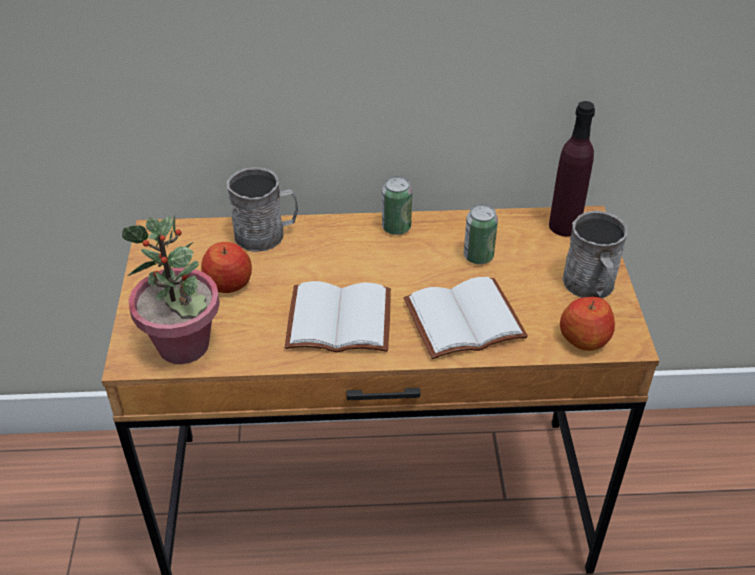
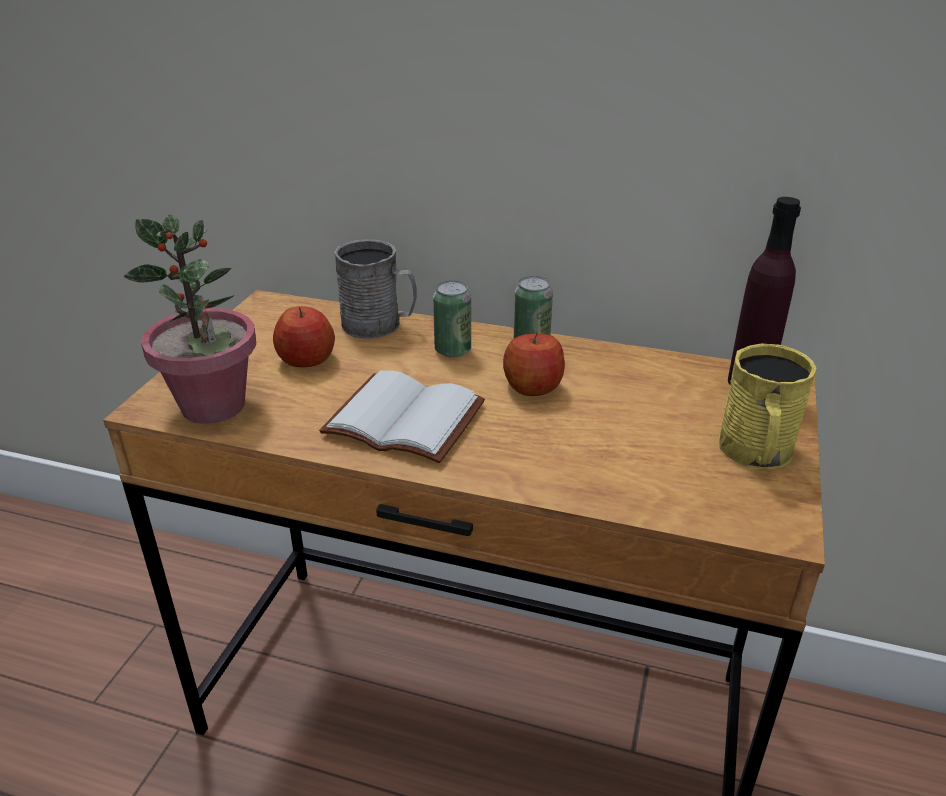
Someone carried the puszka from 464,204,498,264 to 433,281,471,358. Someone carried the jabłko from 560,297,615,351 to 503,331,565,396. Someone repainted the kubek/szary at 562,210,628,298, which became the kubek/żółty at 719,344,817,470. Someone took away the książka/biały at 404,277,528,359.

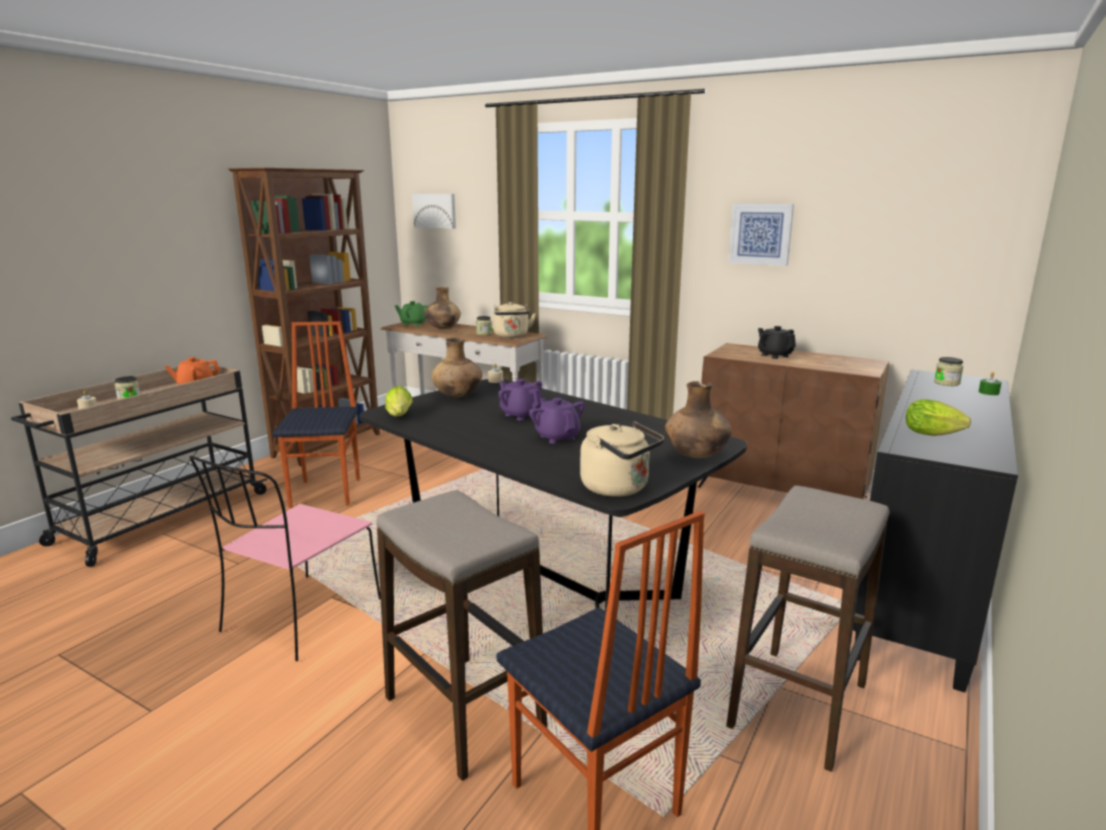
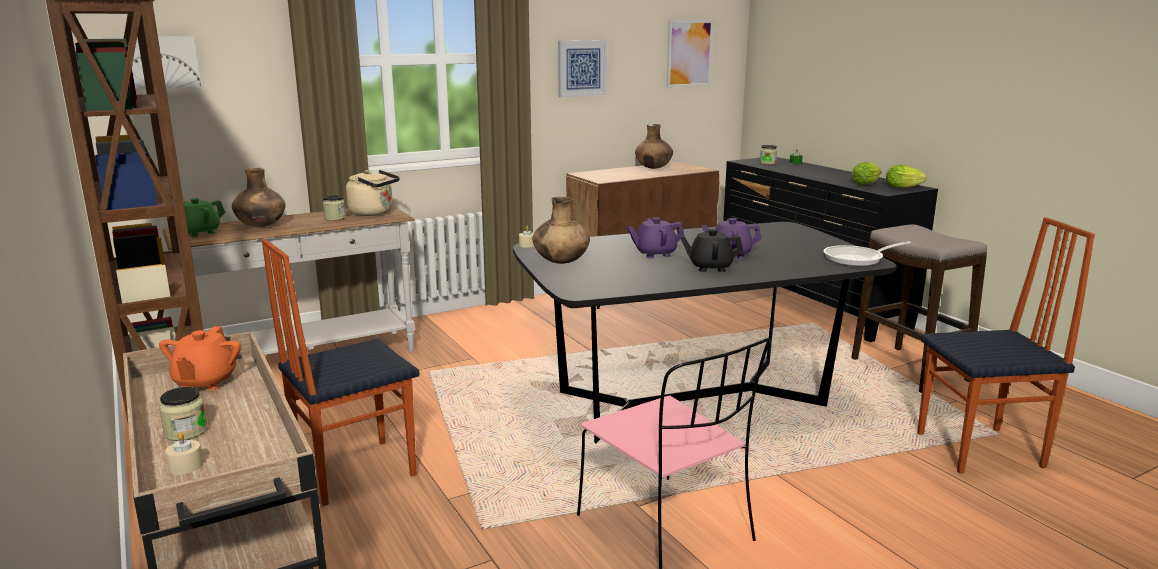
Someone rotated the krzesło at 272,321,360,508 by 60 degrees counterclockwise. Someone carried the wazon/brązowy from 665,381,732,458 to 635,124,673,169. Someone put up the obraz at 667,20,714,88. Someone carried the imbryk/czarny from 758,326,796,359 to 680,229,743,272. Someone swapped the czajnik/beżowy at 580,422,664,497 for the patelnia at 824,241,911,266. Someone carried the sałata from 385,386,413,416 to 886,165,927,188. Someone took away the stołek at 376,490,547,781.

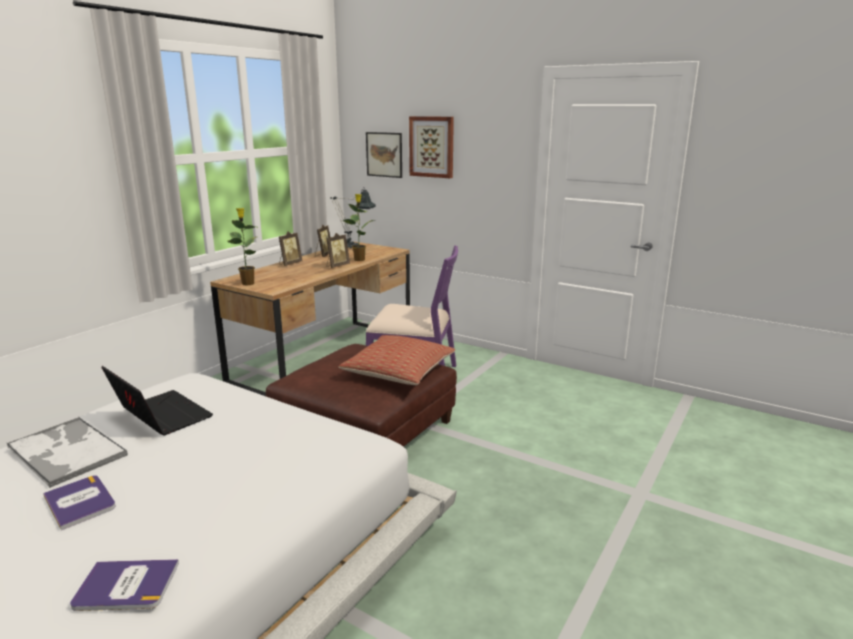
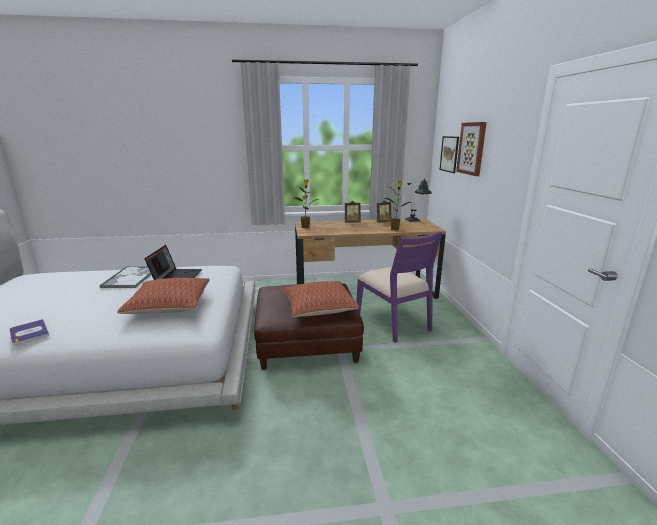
Someone put down the poduszka at 117,278,210,314. Someone took away the książka at 43,475,116,530. Someone took away the ramka na zdjęcie at 327,233,350,268.

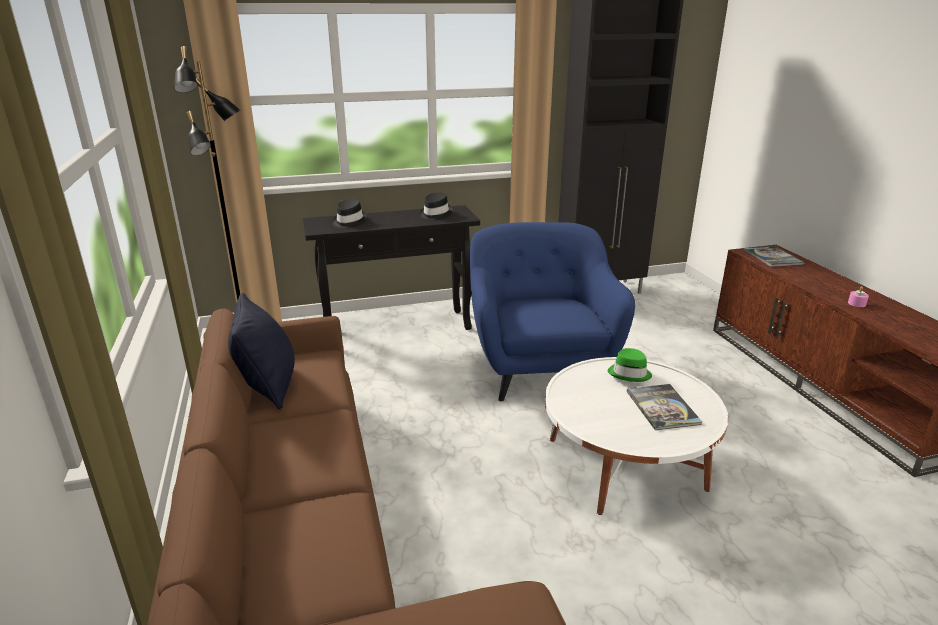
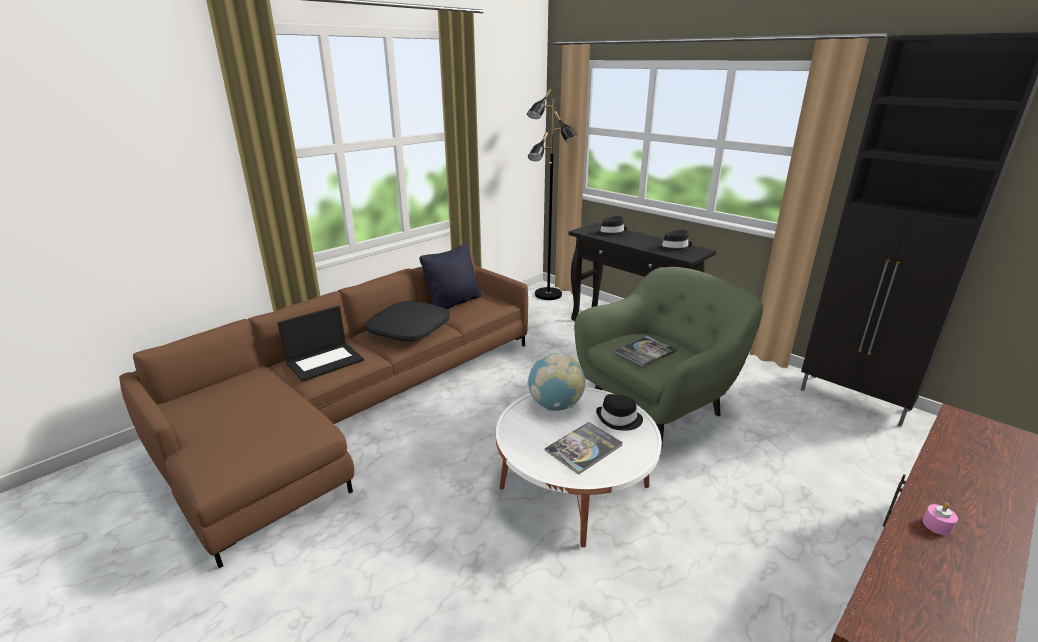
Someone put down the laptop at 278,306,364,382. Someone put down the poduszka/czarny at 365,301,450,342. Someone put down the globus at 527,353,585,411. Someone repainted the fotel/niebieski at 470,222,635,401, which became the fotel/zielony at 574,267,763,449. Someone repainted the kapelusz/zielony at 607,348,652,382, which became the kapelusz/czarny at 596,394,643,431. Someone carried the książka from 744,246,805,267 to 614,336,677,367.

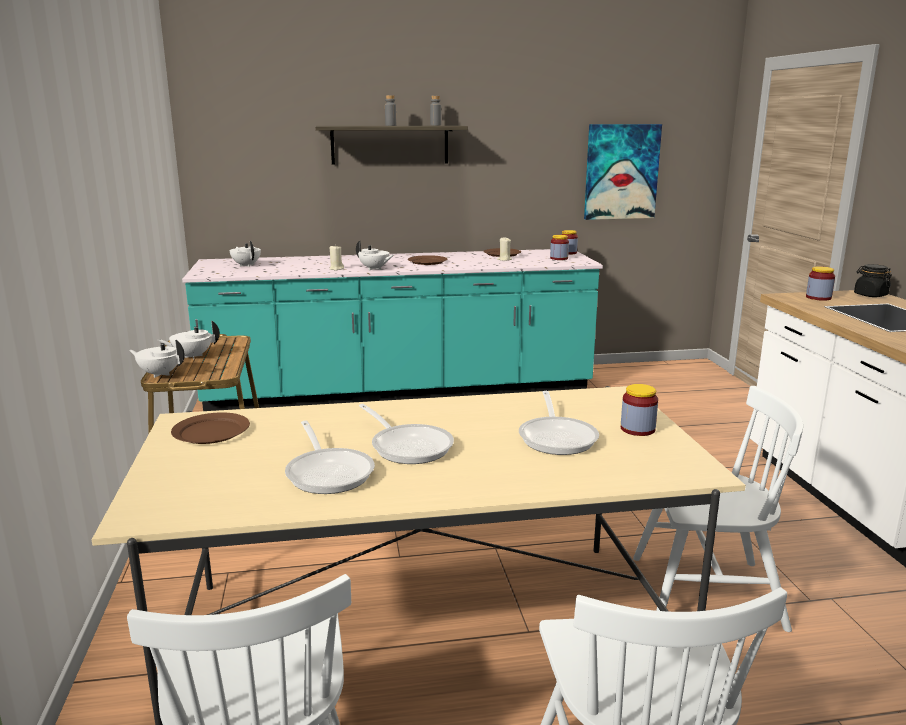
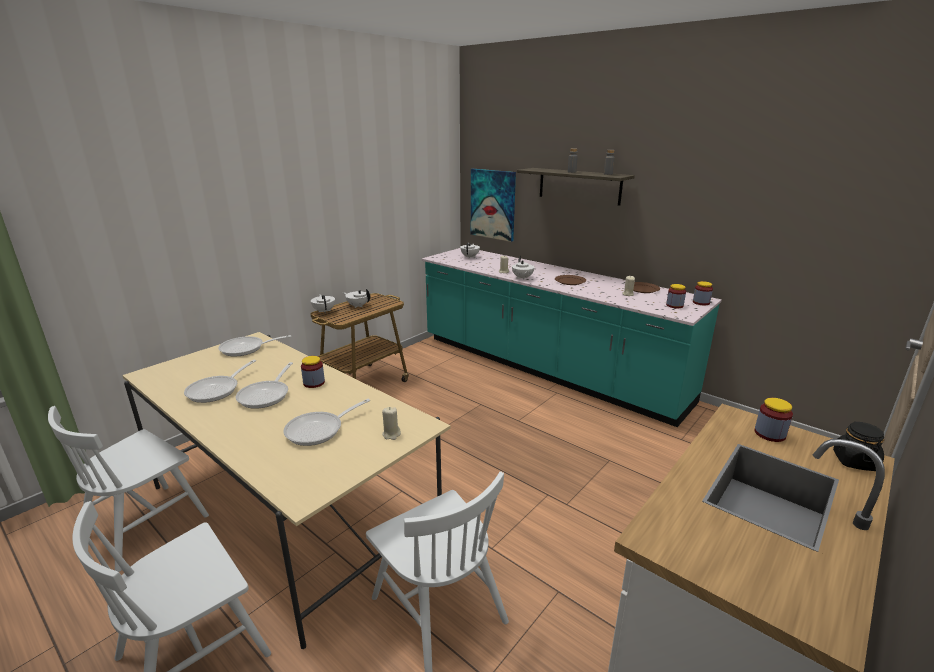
Someone swapped the talerz/brązowy at 171,412,250,444 for the patelnia at 218,335,291,356. Someone carried the słoik from 621,384,658,436 to 301,356,325,388. Someone put down the świeca/beżowy at 382,407,401,440. Someone carried the obraz from 584,124,662,220 to 471,169,516,242.

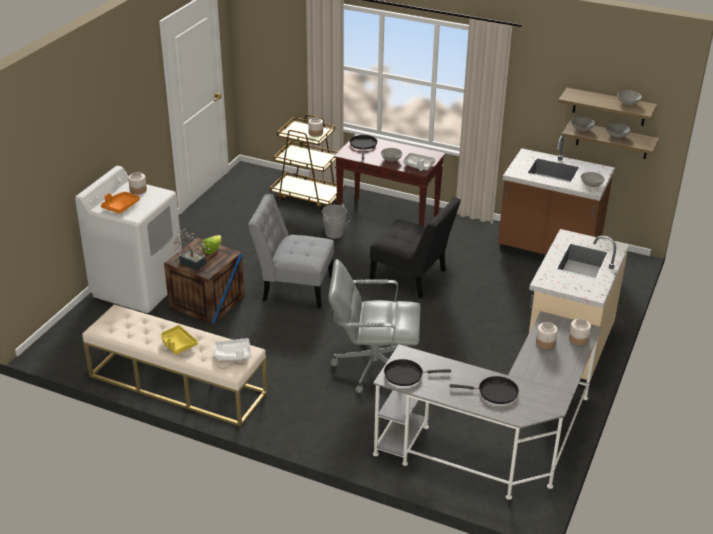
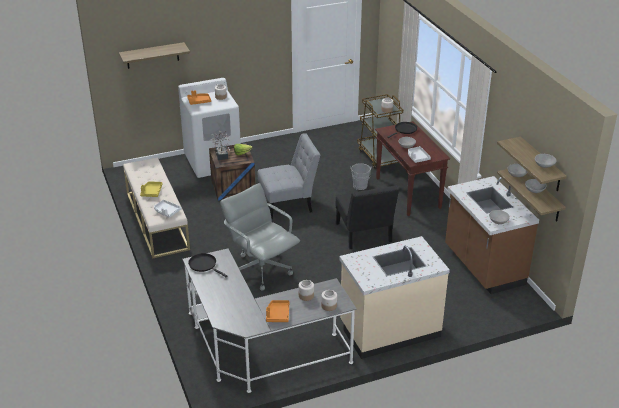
Someone put up the półka at 119,42,190,69. Someone rotated the krzesło/szary at 248,194,334,308 by 105 degrees clockwise. Someone put down the taca/pomarańczowy at 266,300,289,322. Someone took away the patelnia/czarny at 450,376,519,404.

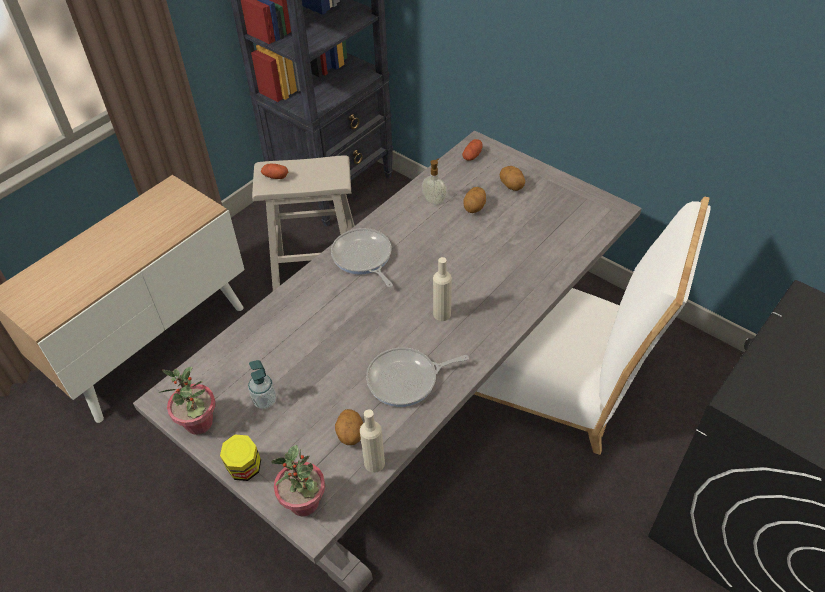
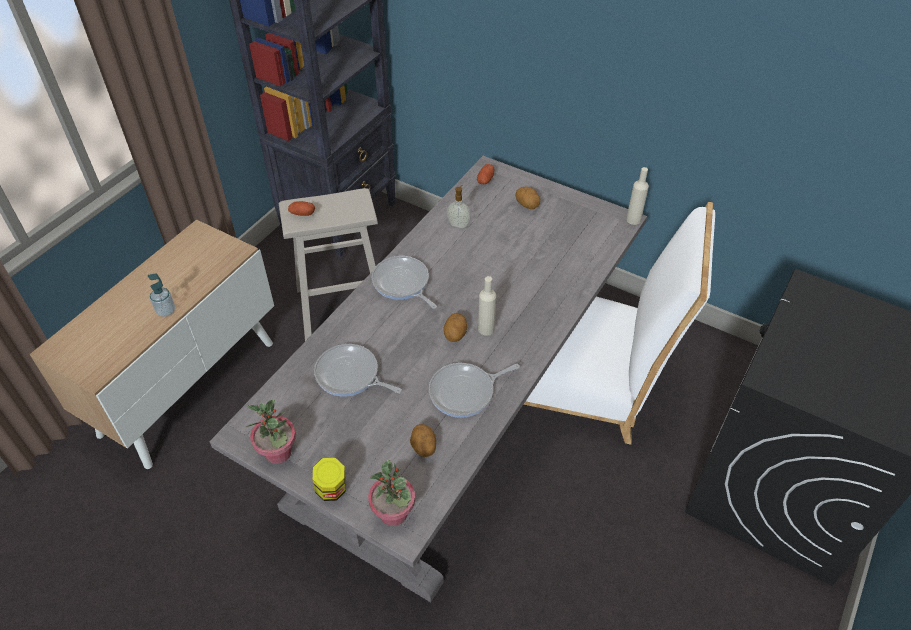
Someone carried the dozownik mydła from 248,360,276,409 to 148,274,175,317. Someone put down the patelnia at 314,344,402,396. Someone carried the ziemniak from 464,187,486,213 to 444,313,467,342. Someone carried the butelka/beżowy from 360,409,385,473 to 626,167,649,225.

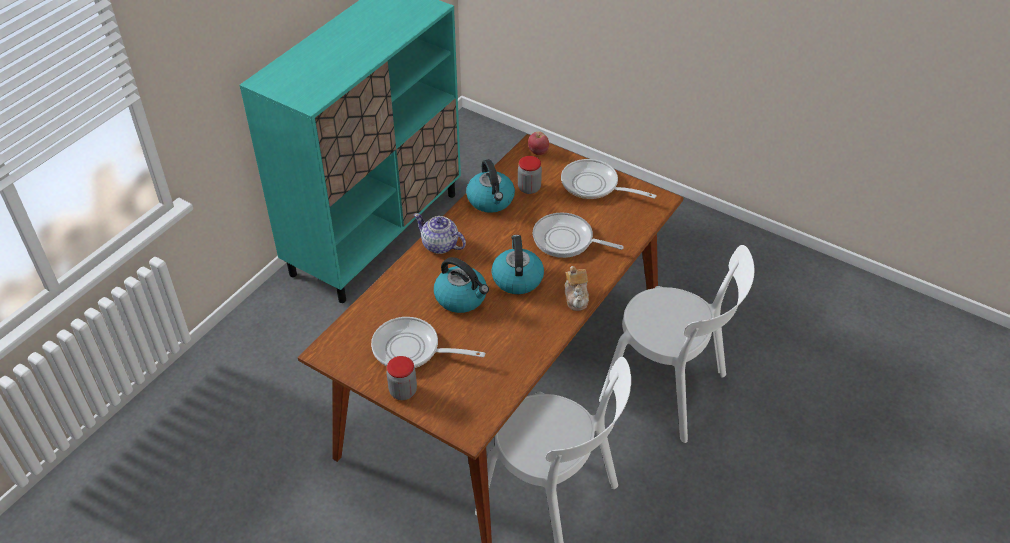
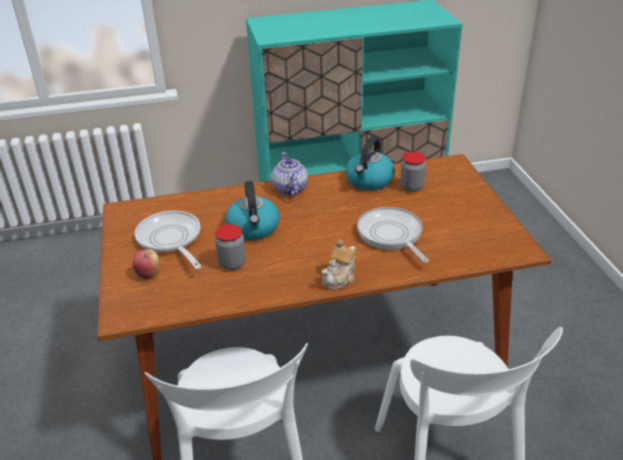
Someone carried the jabłko from 528,132,549,155 to 133,249,160,279. Someone carried the słoik from 386,356,417,400 to 215,224,246,270. Someone took away the czajnik at 491,235,544,294. Someone took away the patelnia at 561,159,657,199.

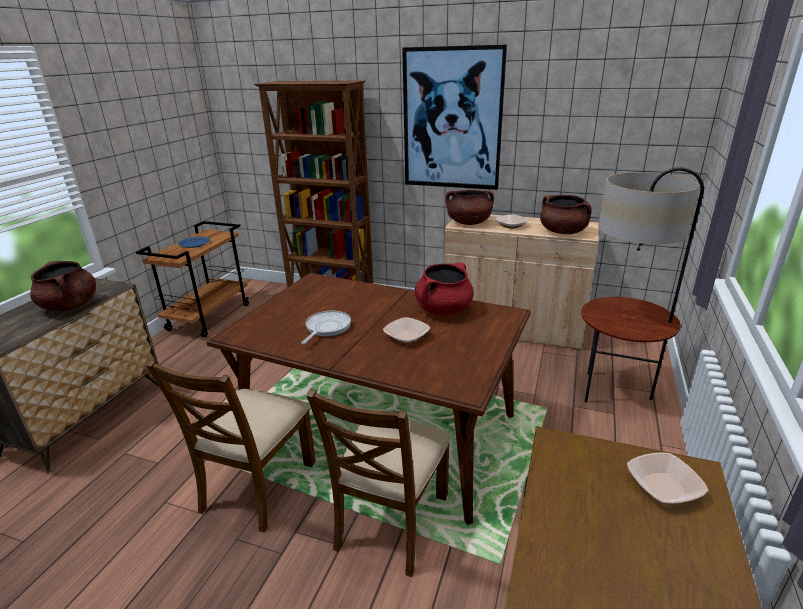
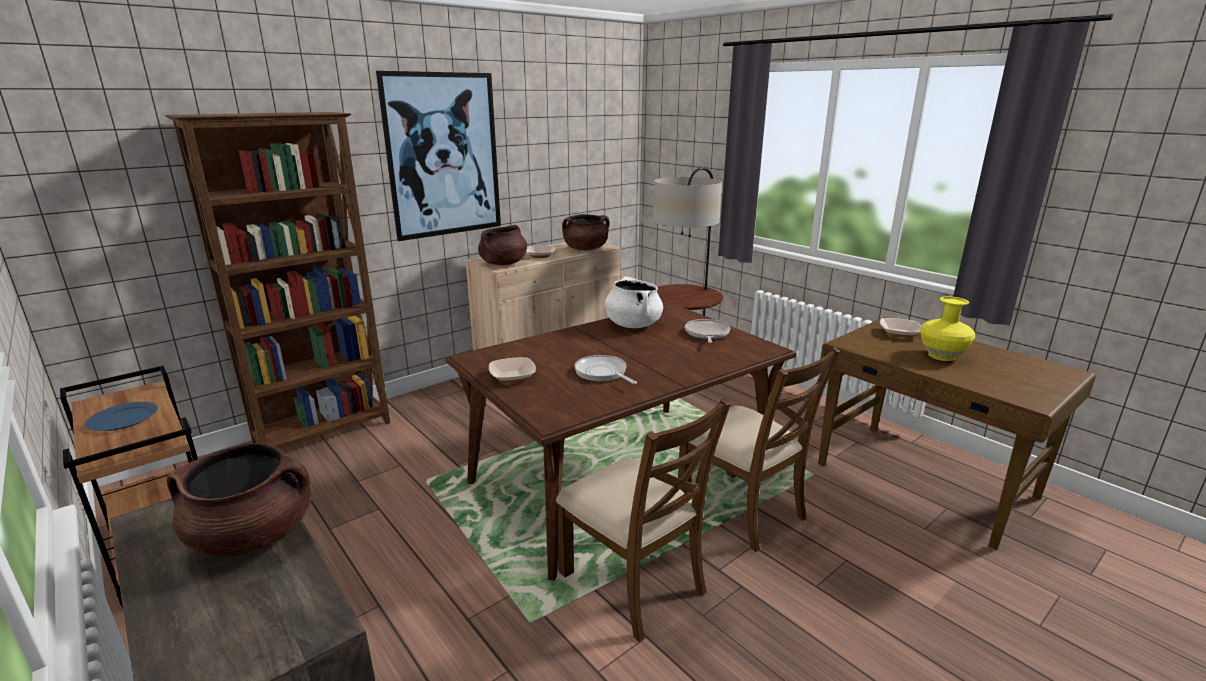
Someone carried the miska from 383,317,430,344 to 489,357,536,383. Someone repainted the garnek/czerwony at 415,262,474,315, which became the garnek/biały at 605,276,663,328. Someone put down the patelnia at 685,319,730,343. Someone put down the wazon/żółty at 920,296,975,361.

